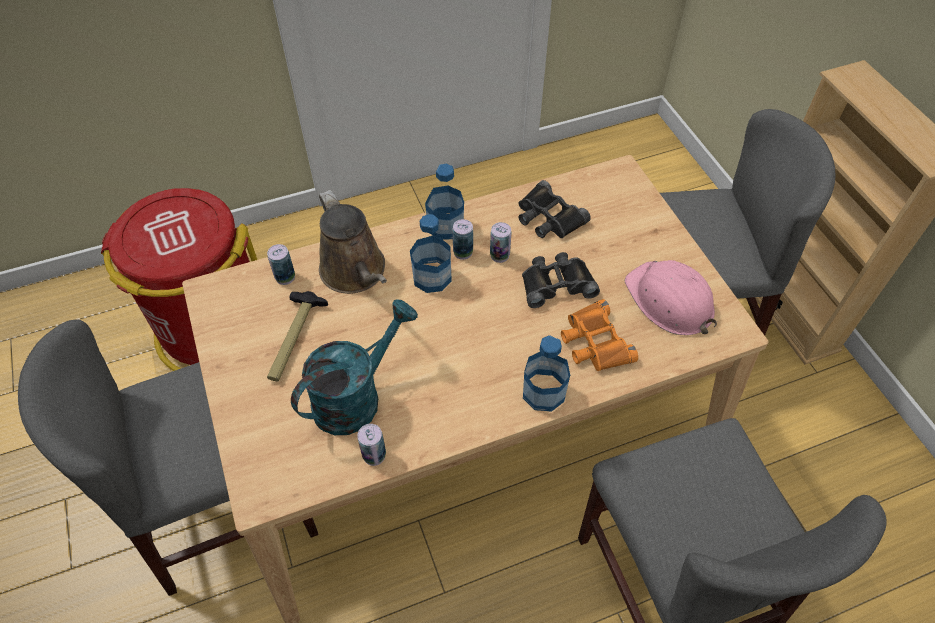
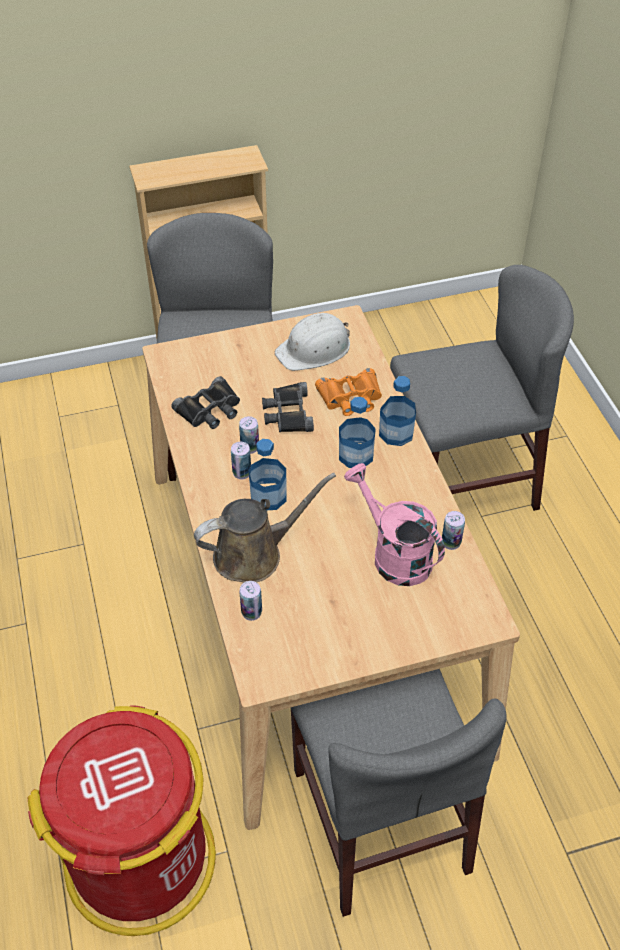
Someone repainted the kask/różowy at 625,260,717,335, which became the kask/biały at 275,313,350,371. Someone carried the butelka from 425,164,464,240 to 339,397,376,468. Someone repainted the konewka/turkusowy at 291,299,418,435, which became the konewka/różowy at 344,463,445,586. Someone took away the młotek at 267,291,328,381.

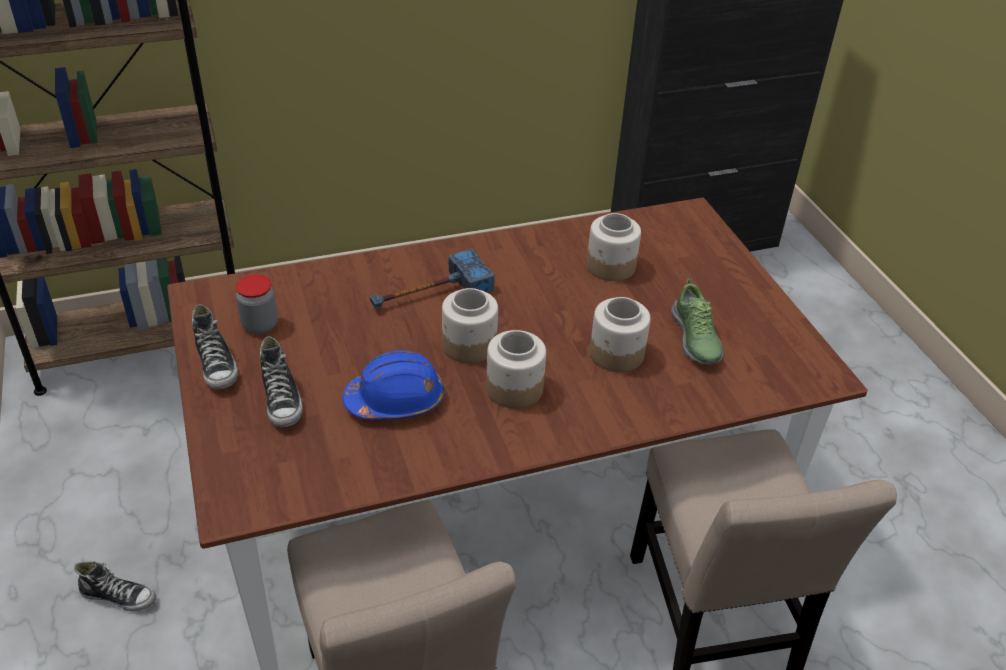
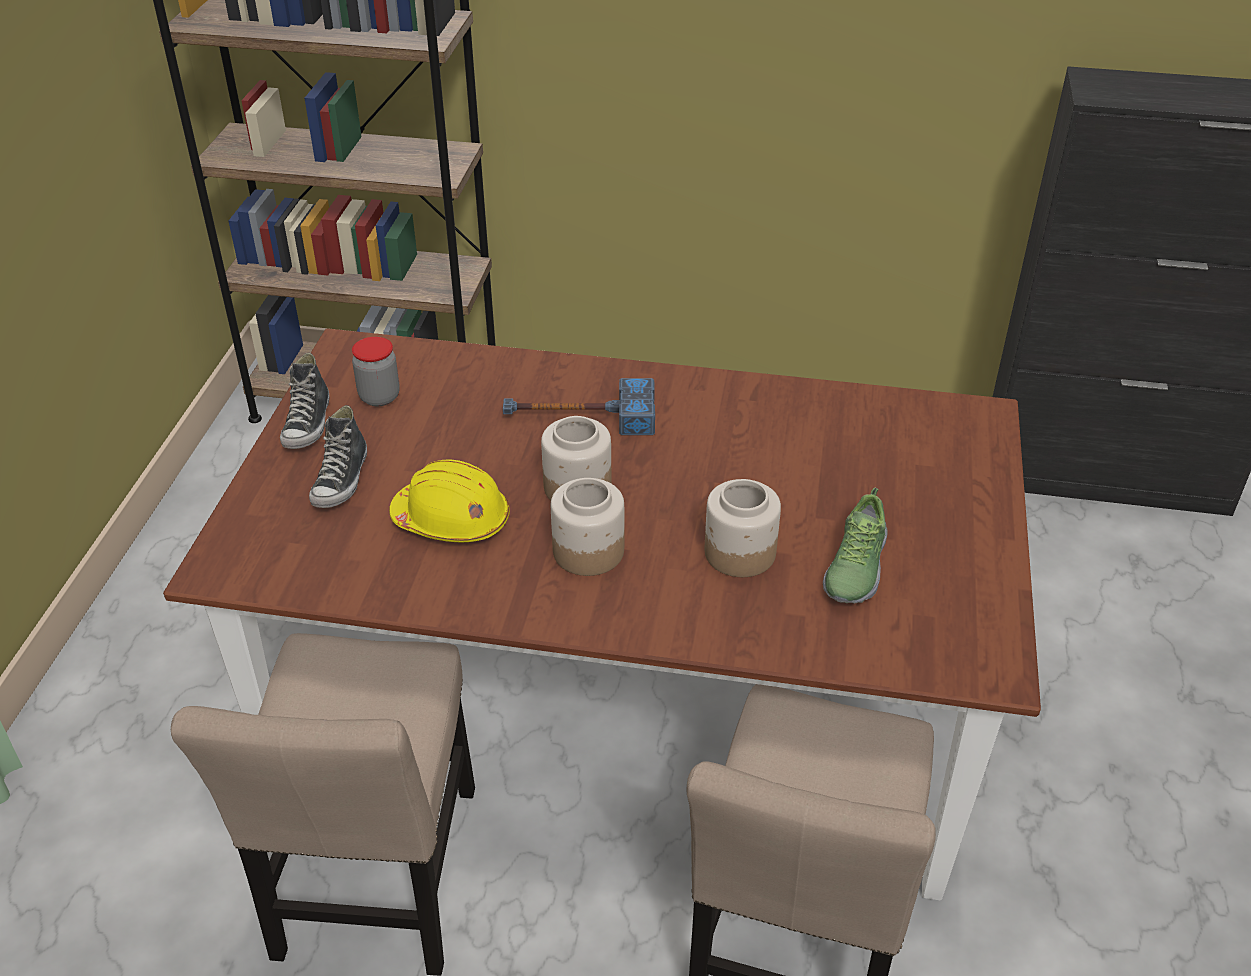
Someone repainted the kask/niebieski at 342,350,445,420, which became the kask/żółty at 389,459,510,542. Someone took away the but at 74,561,156,611. Someone took away the słoik at 587,213,641,281.

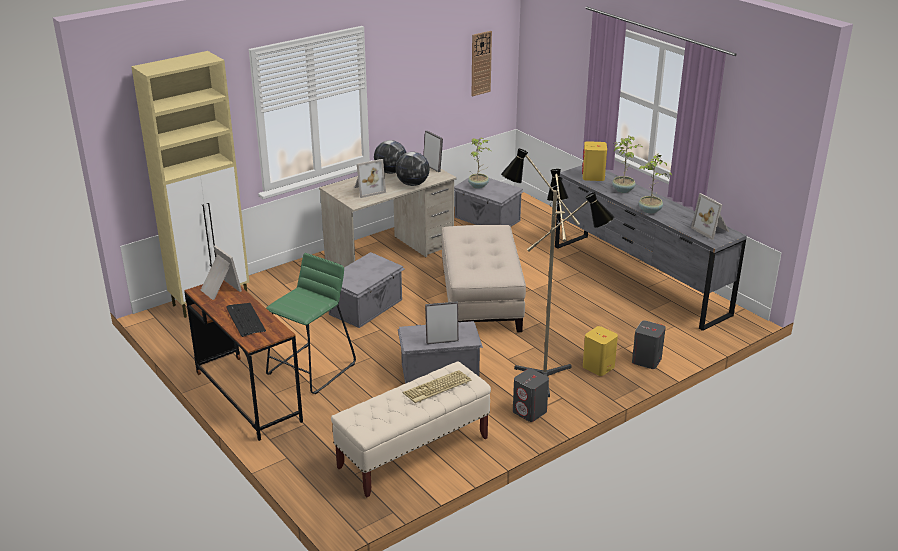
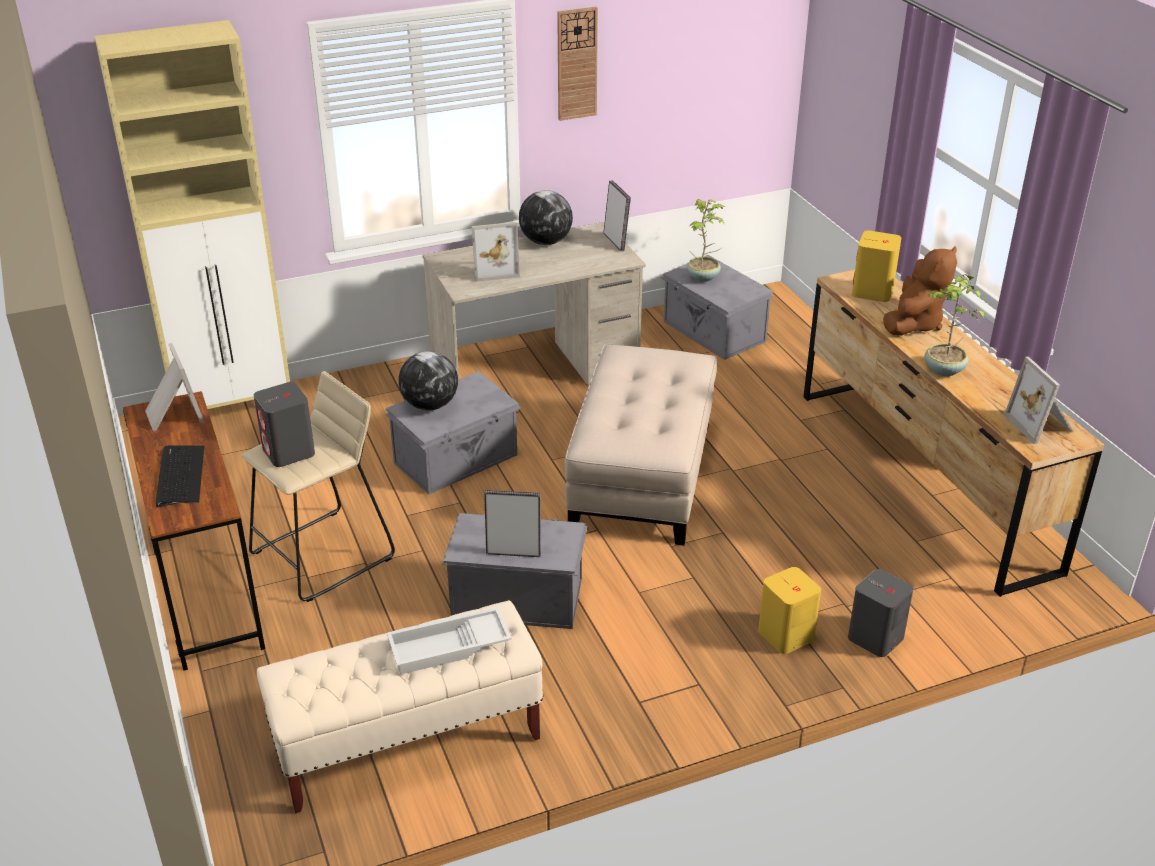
Someone repainted the stołek/zielony at 266,253,356,394, which became the stołek/beżowy at 241,371,395,602. Someone carried the głośnik/szary from 513,368,549,422 to 254,382,315,467. Someone swapped the klawiatura at 403,370,472,403 for the taca/biały at 387,607,511,675. Someone carried the globus from 395,152,430,186 to 399,351,458,410. Someone carried the zegar ścienny from 472,31,492,96 to 557,7,598,121. Someone repainted the komoda/szary at 555,165,747,331, which became the komoda/brązowy at 803,270,1104,597. Someone swapped the roślina doniczkowa at 612,136,643,193 for the pluszak/brązowy at 883,246,957,335. Someone took away the lampa stojąca at 501,148,615,397.

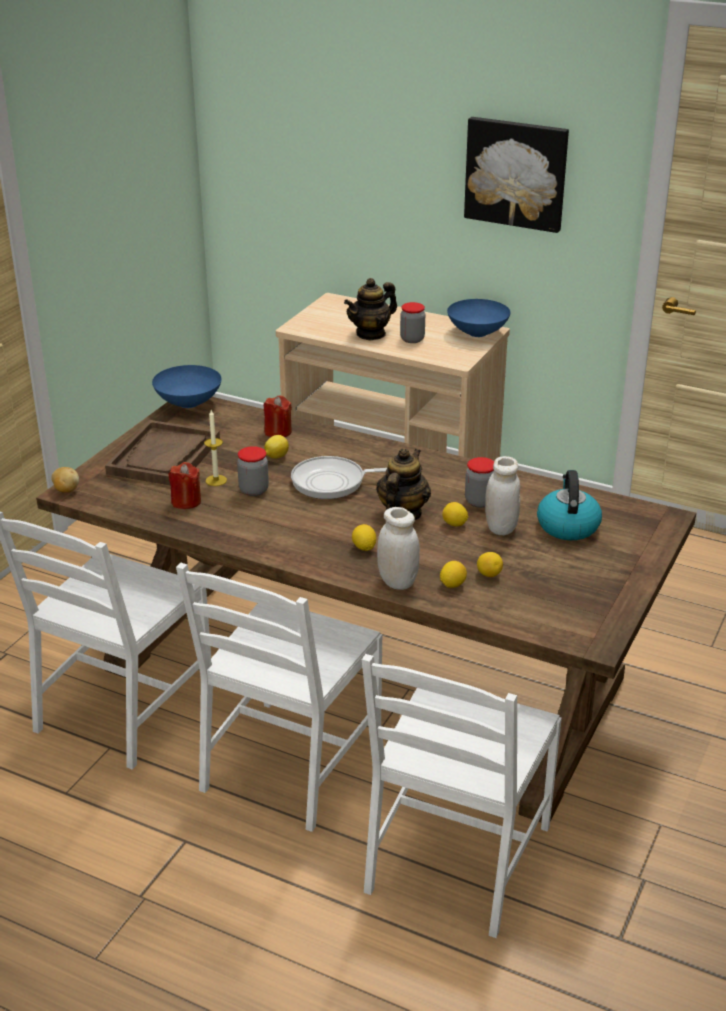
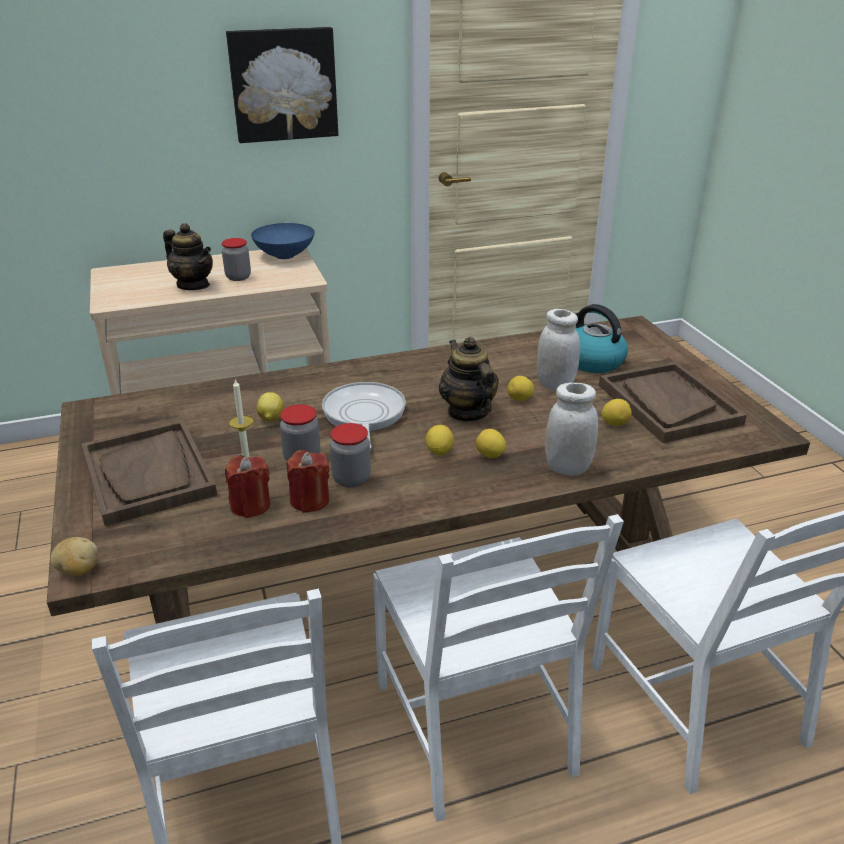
Someone rotated the imbryk at 344,278,397,340 by 60 degrees counterclockwise. Someone carried the świeca/czerwony from 263,395,292,437 to 287,450,329,513. Someone rotated the patelnia at 291,456,387,499 by 135 degrees clockwise. Someone carried the słoik from 465,457,494,508 to 330,423,371,487. Someone carried the cytryna from 440,561,467,588 to 426,425,454,455. Someone put down the taca/brązowy at 599,362,747,443. Someone took away the miska/niebieski at 152,365,222,408.

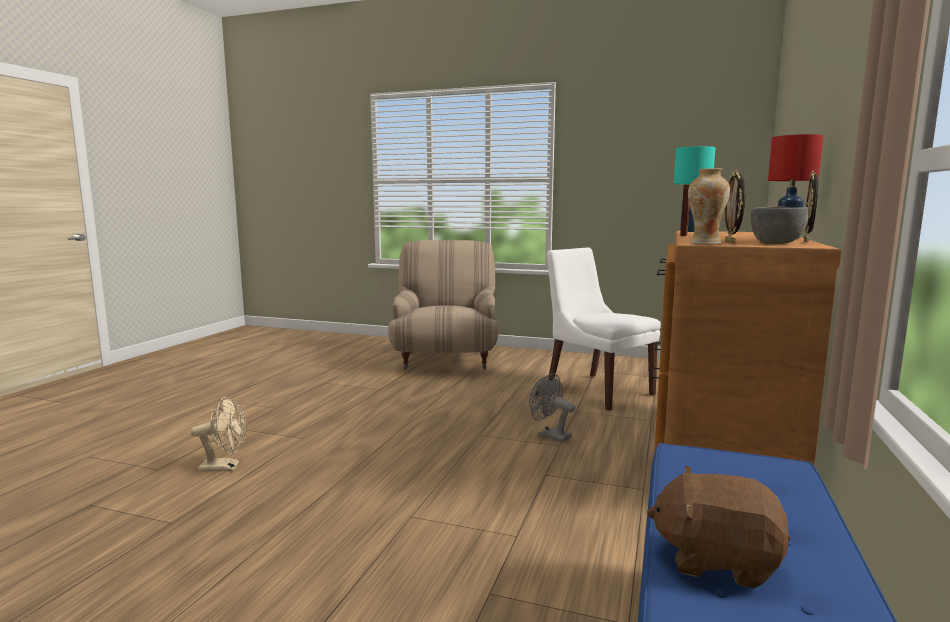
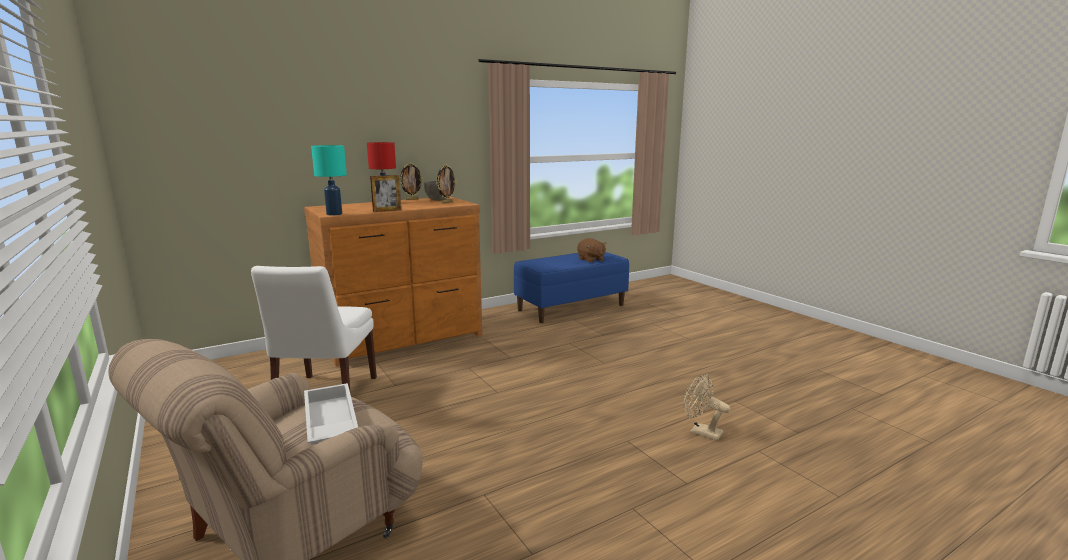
Someone put down the taca/biały at 304,383,358,445. Someone took away the wentylator/szary at 529,373,575,442. Someone took away the wazon at 688,168,730,244.

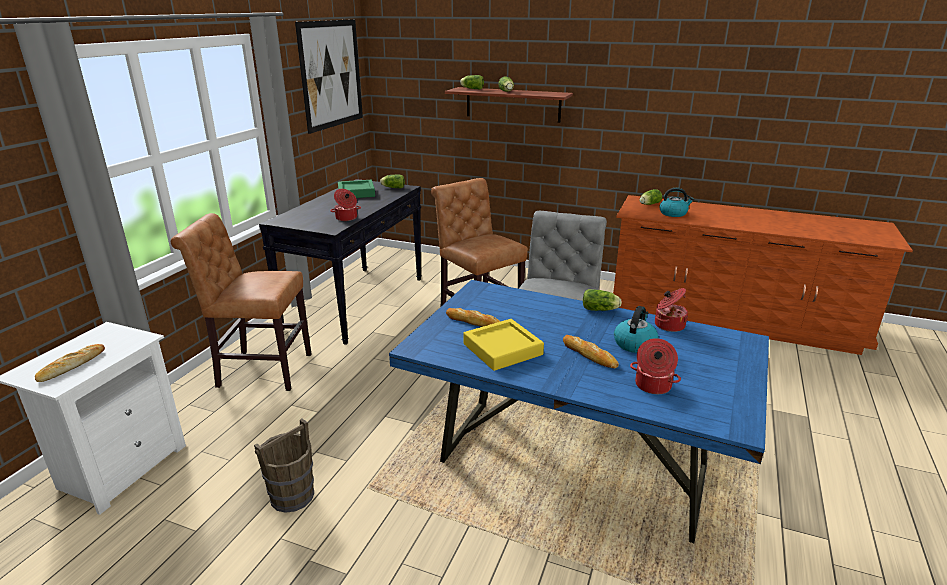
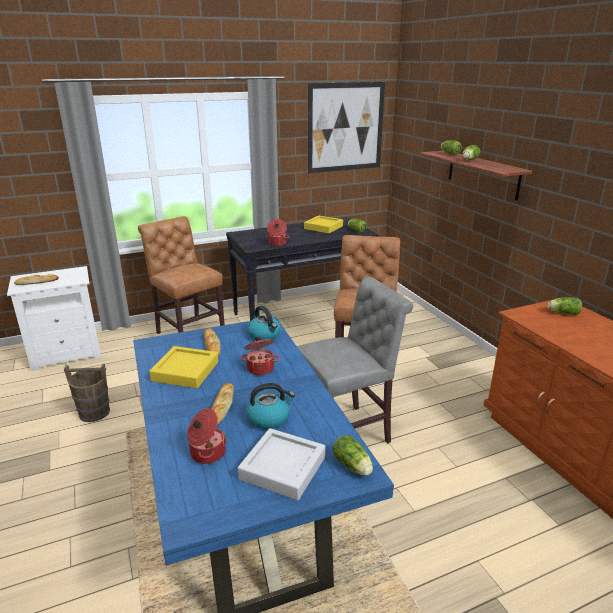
Someone put down the taca/szary at 238,428,326,500. Someone carried the garnek from 655,288,688,332 to 241,337,280,375. Someone carried the czajnik from 660,188,694,217 to 247,306,281,340. Someone repainted the taca/zielony at 338,180,375,198, which became the taca/żółty at 304,216,343,234. Someone carried the sałata from 583,289,622,311 to 333,435,373,476.

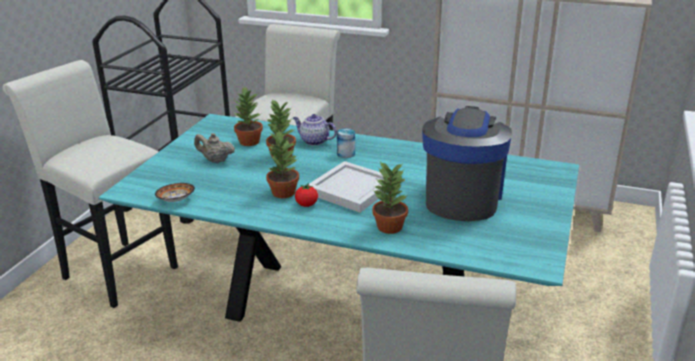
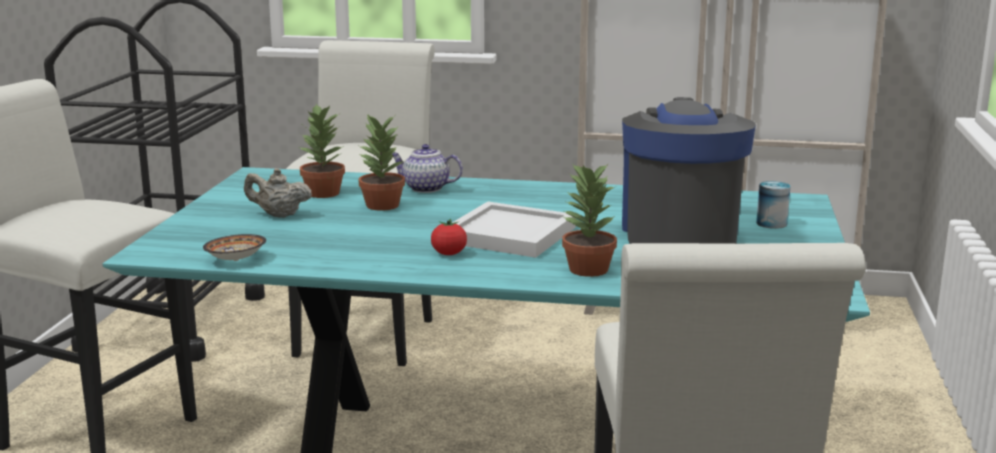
Someone carried the puszka from 337,128,355,158 to 756,181,790,229. Someone took away the roślina doniczkowa at 266,131,299,198.

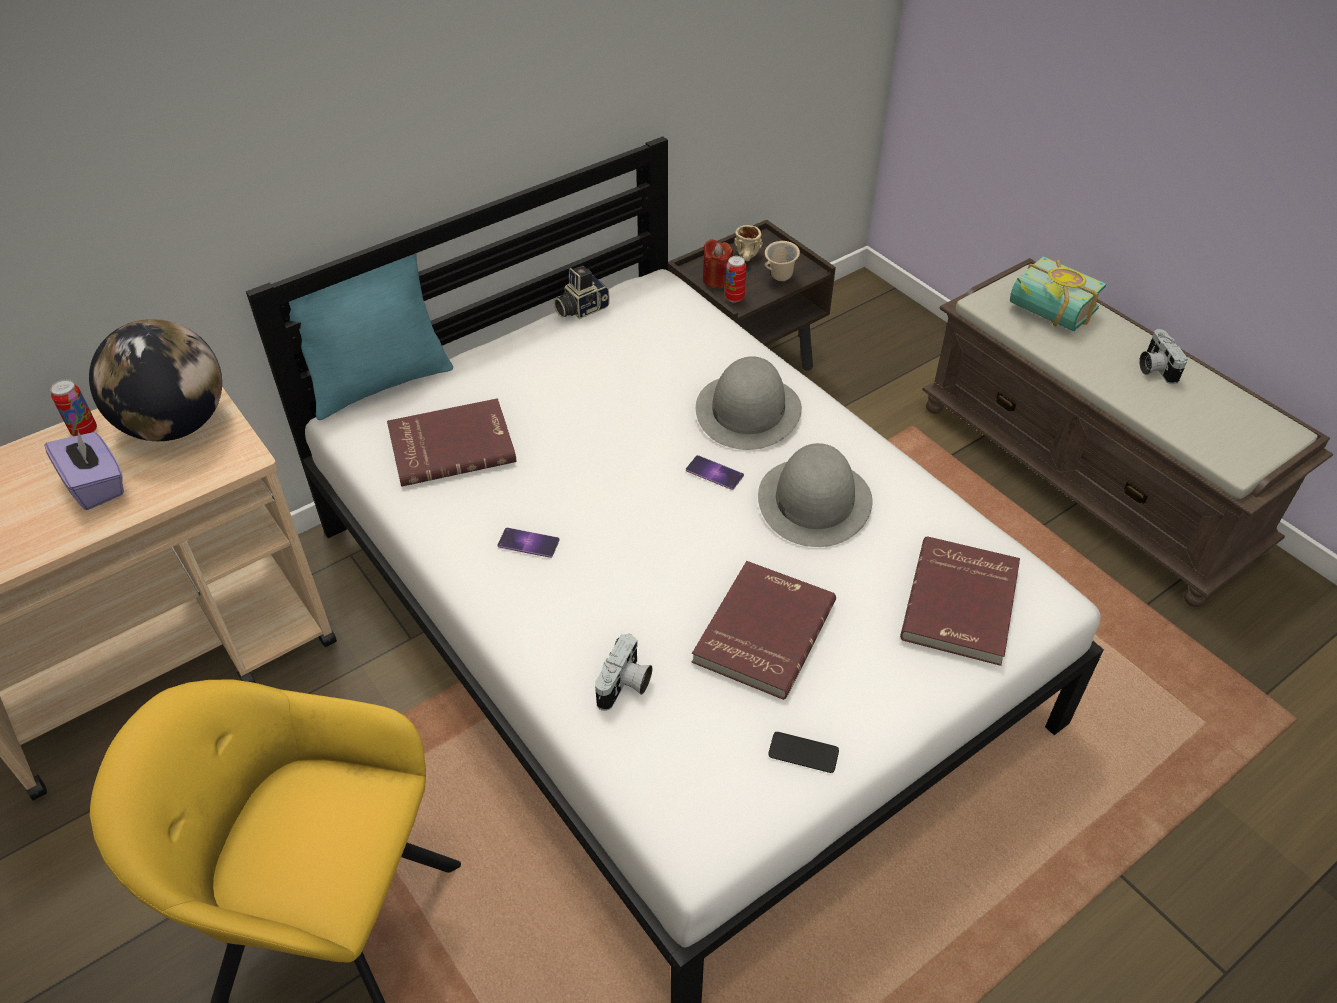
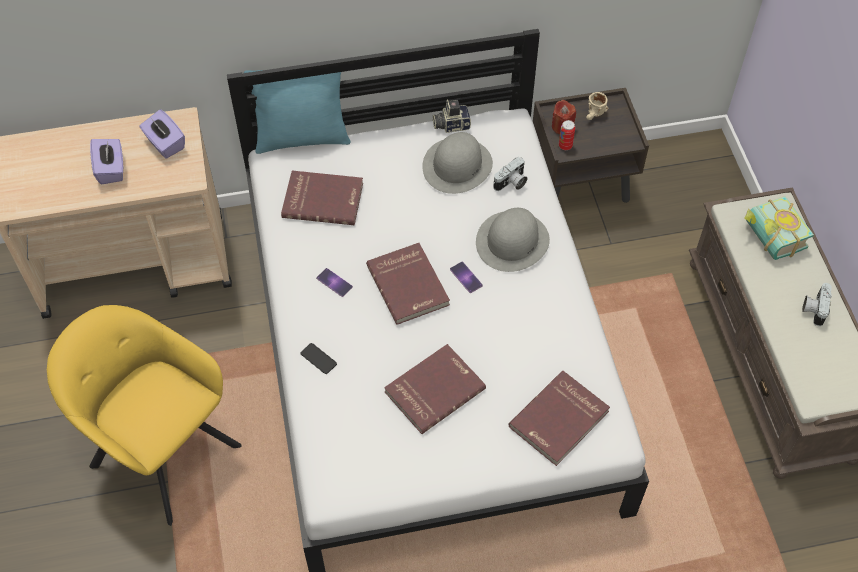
Someone swapped the globus at 89,319,222,441 for the pudełko chusteczek/fioletowy at 139,110,185,159. Someone carried the telefon from 768,732,839,773 to 301,343,337,374. Someone put down the książka/czerwony at 366,243,450,325. Someone carried the kapelusz/szary from 758,443,873,547 to 422,132,493,194. Someone carried the aparat fotograficzny from 595,634,653,711 to 493,157,527,191. Someone took away the puszka at 50,379,97,436. Someone took away the kubek/beżowy at 765,241,800,281.

